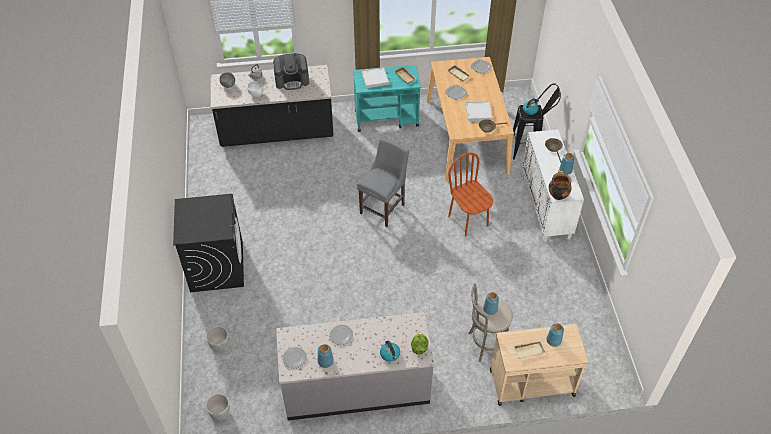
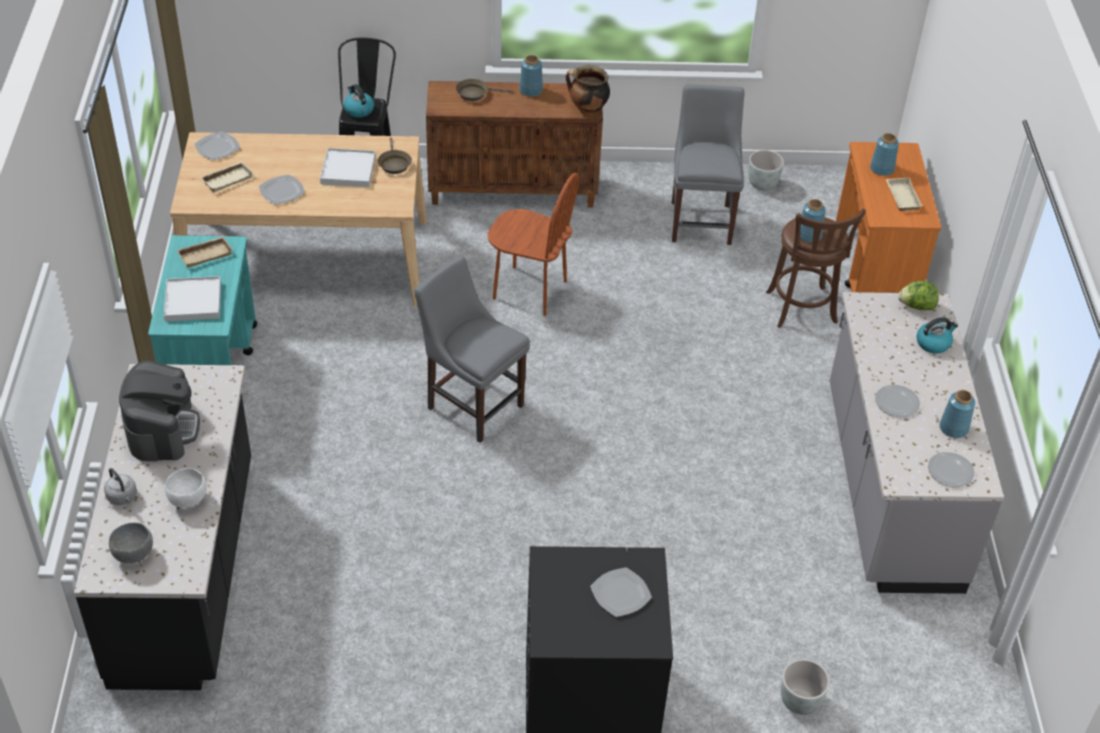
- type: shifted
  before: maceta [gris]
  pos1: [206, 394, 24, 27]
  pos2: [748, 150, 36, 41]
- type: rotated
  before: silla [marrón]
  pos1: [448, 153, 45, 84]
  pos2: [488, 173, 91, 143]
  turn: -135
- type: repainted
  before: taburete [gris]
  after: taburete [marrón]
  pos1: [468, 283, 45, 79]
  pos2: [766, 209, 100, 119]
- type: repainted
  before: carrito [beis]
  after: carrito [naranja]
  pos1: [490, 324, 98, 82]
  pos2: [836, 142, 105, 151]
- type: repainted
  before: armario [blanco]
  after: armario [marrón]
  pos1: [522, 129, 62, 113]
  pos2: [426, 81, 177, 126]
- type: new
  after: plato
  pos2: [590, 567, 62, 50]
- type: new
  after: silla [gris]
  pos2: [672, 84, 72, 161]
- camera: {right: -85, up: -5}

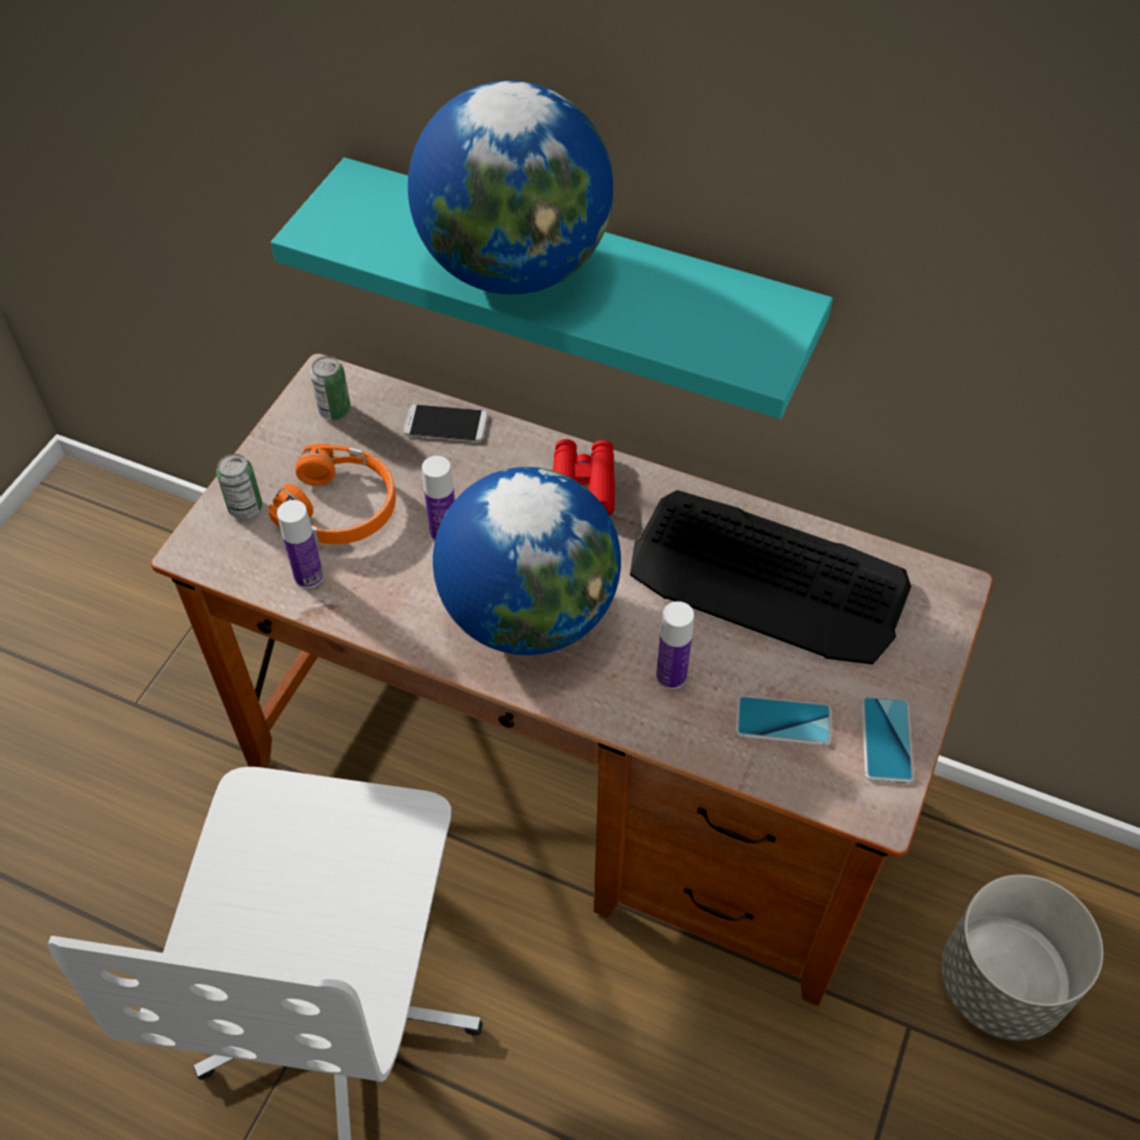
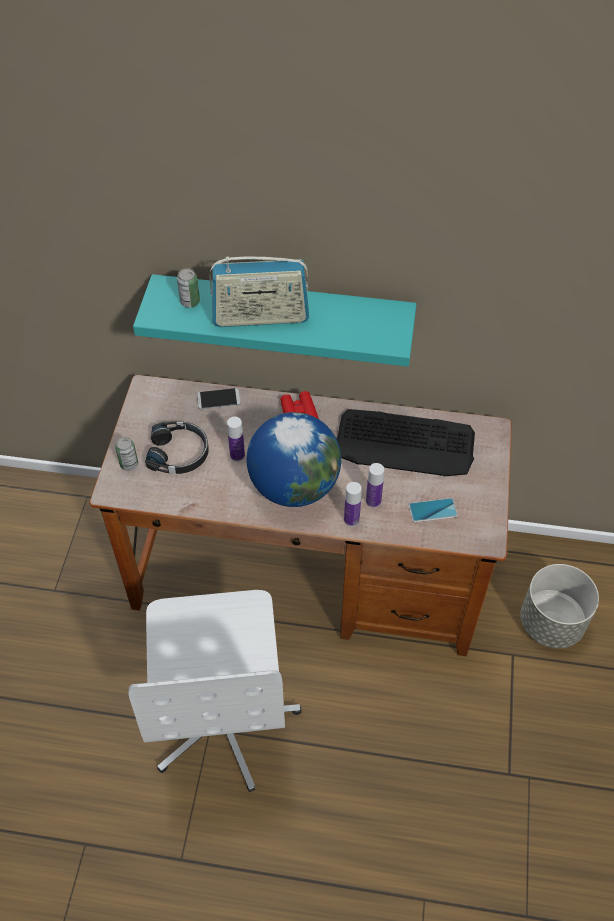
- type: repainted
  before: auriculares [naranja]
  after: auriculares [negro]
  pos1: [268, 444, 128, 100]
  pos2: [145, 421, 64, 53]
- type: shifted
  before: botella
  pos1: [277, 500, 47, 89]
  pos2: [344, 482, 18, 44]
- type: shifted
  before: lata
  pos1: [310, 356, 41, 64]
  pos2: [177, 268, 23, 40]
- type: swapped
  before: globo terráqueo
  after: radio
  pos1: [408, 81, 206, 213]
  pos2: [209, 256, 100, 71]
- type: gone
  before: móvil
  pos1: [861, 697, 53, 86]
- camera: {right: -15, up: 0}

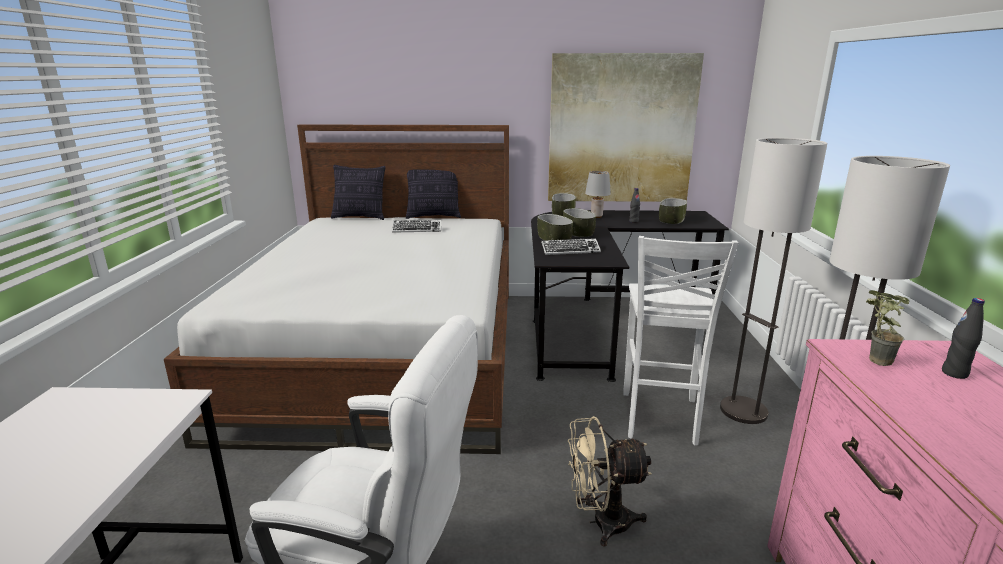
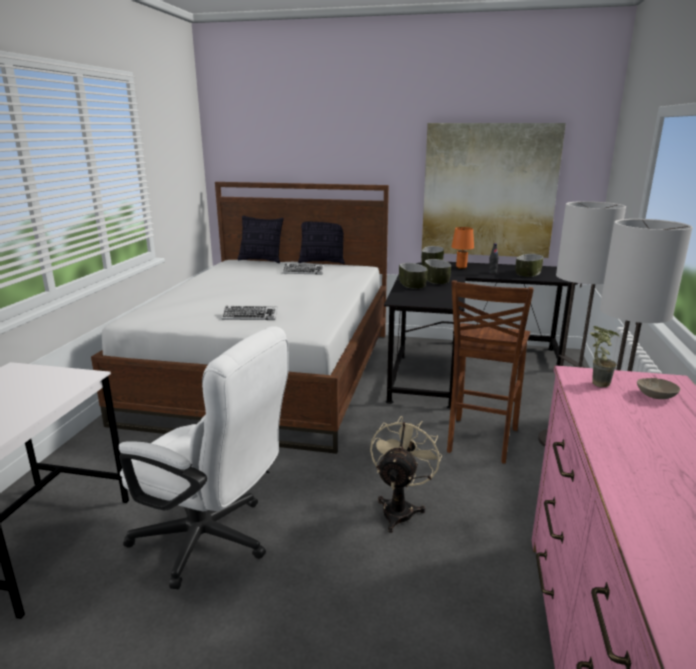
- type: shifted
  before: teclado
  pos1: [541, 238, 60, 17]
  pos2: [222, 306, 56, 14]
- type: rotated
  before: ventilador [beis]
  pos1: [568, 416, 84, 131]
  pos2: [370, 416, 72, 117]
  turn: 105
- type: repainted
  before: lámpara de mesa [gris]
  after: lámpara de mesa [naranja]
  pos1: [585, 171, 26, 47]
  pos2: [451, 227, 23, 42]
- type: repainted
  before: taburete [blanco]
  after: taburete [marrón]
  pos1: [623, 236, 115, 209]
  pos2: [447, 280, 87, 183]
- type: swapped
  before: botella [negro]
  after: cuenco [beis]
  pos1: [942, 298, 43, 81]
  pos2: [637, 378, 43, 21]
- camera: {right: 10, up: 0}

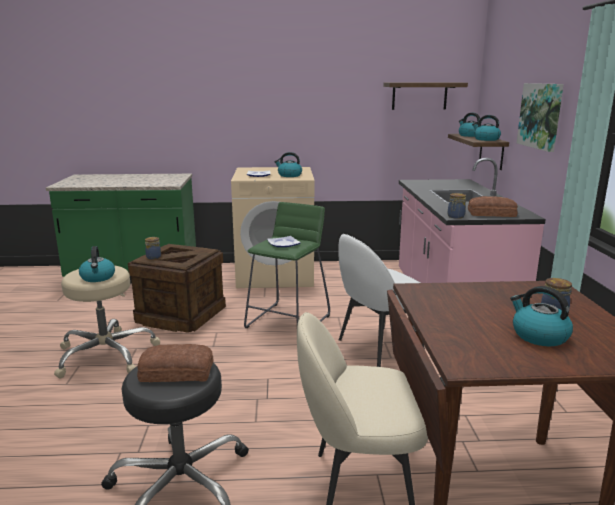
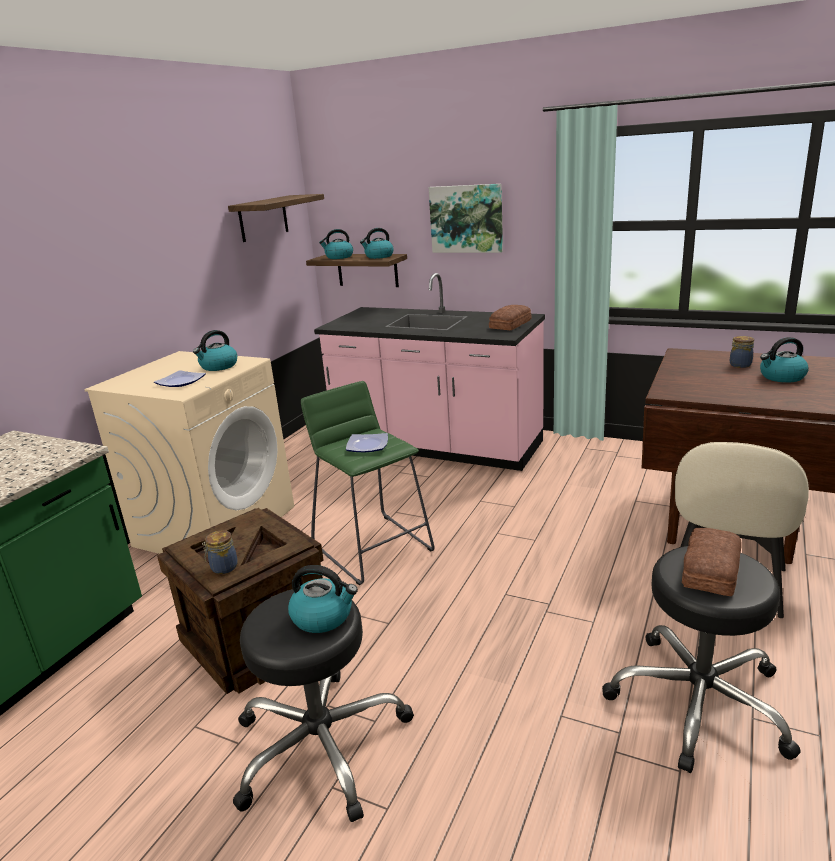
- type: repainted
  before: taburete [beis]
  after: taburete [negro]
  pos1: [54, 266, 107, 112]
  pos2: [233, 589, 181, 233]
- type: gone
  before: silla [blanco]
  pos1: [338, 234, 87, 133]
- type: gone
  before: tarro
  pos1: [448, 193, 18, 26]
- camera: {right: -60, up: 5}

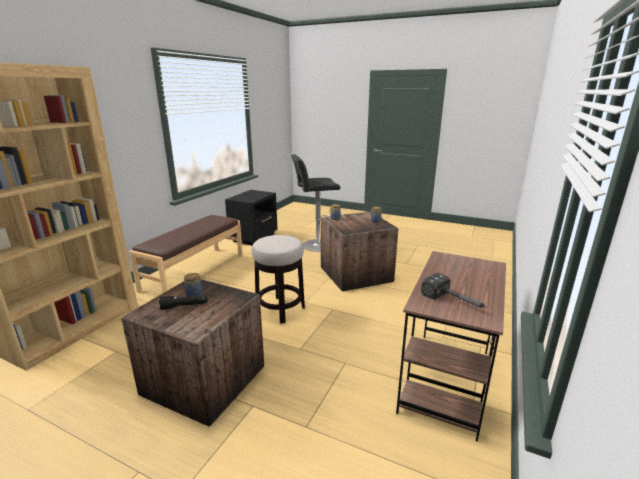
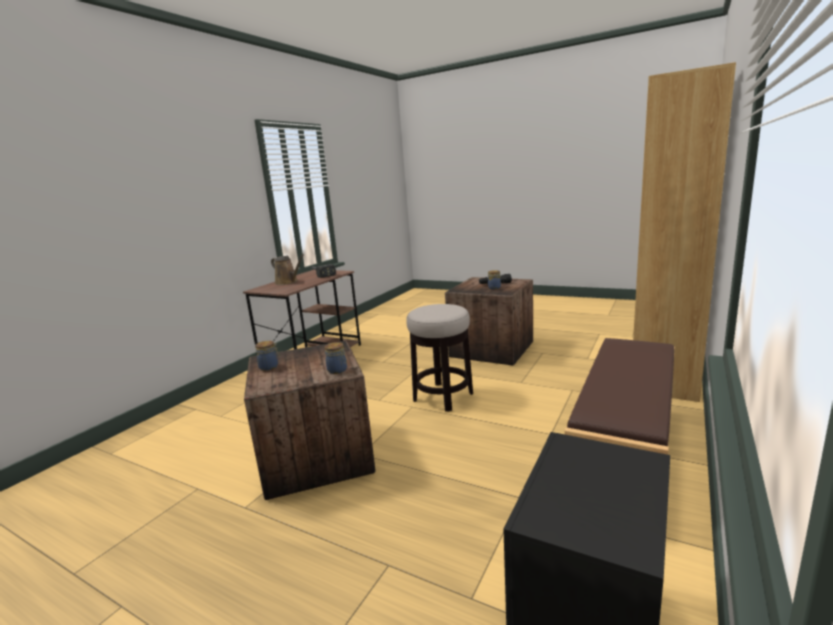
- type: gone
  before: taburete [negro]
  pos1: [291, 154, 49, 98]
- type: new
  after: regadera [marrón]
  pos2: [271, 254, 33, 31]
- camera: {right: -175, up: -5}

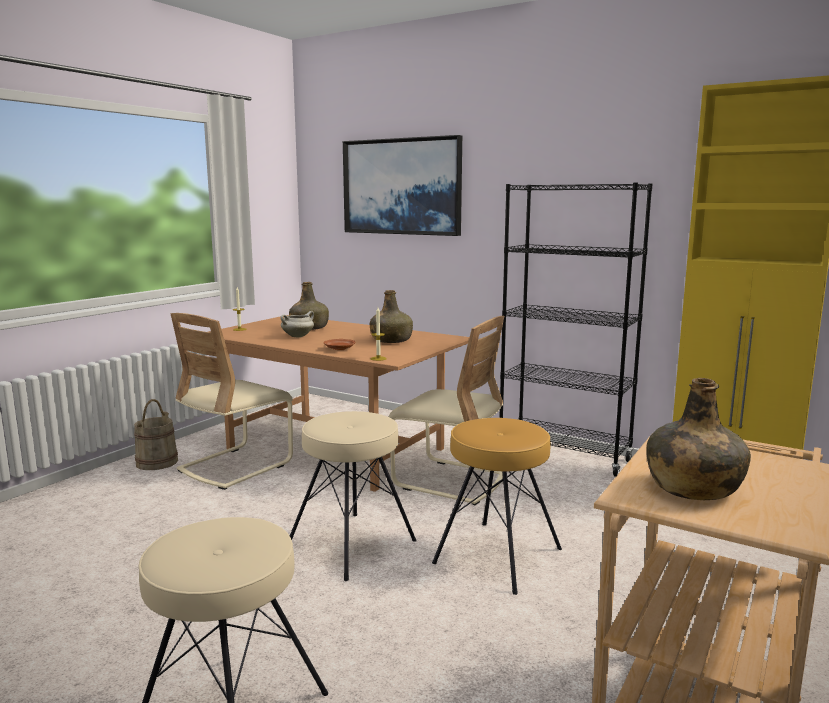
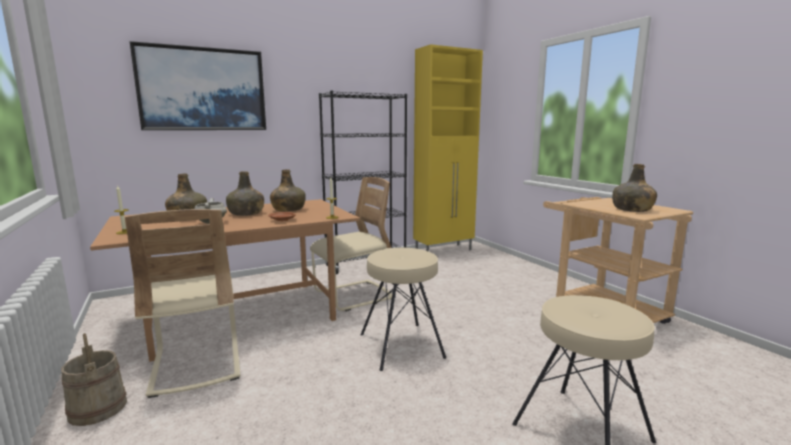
- type: gone
  before: taburete [marrón]
  pos1: [432, 418, 130, 177]
- type: new
  after: botella [verde]
  pos2: [226, 171, 38, 45]
- camera: {right: -60, up: 0}

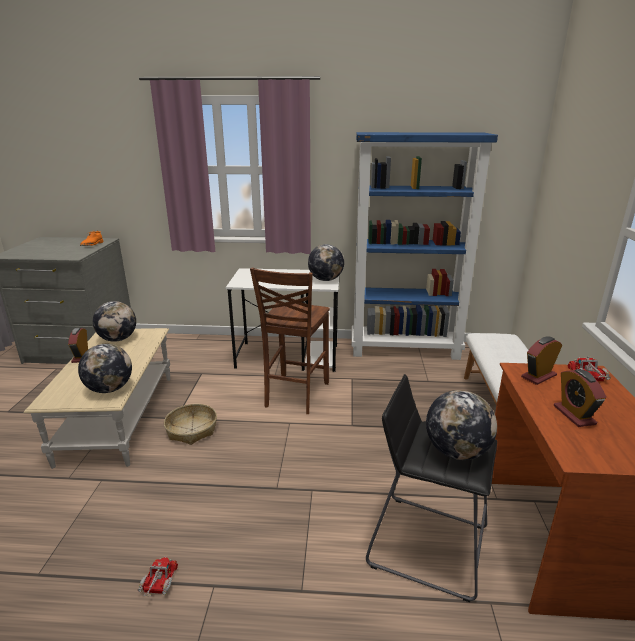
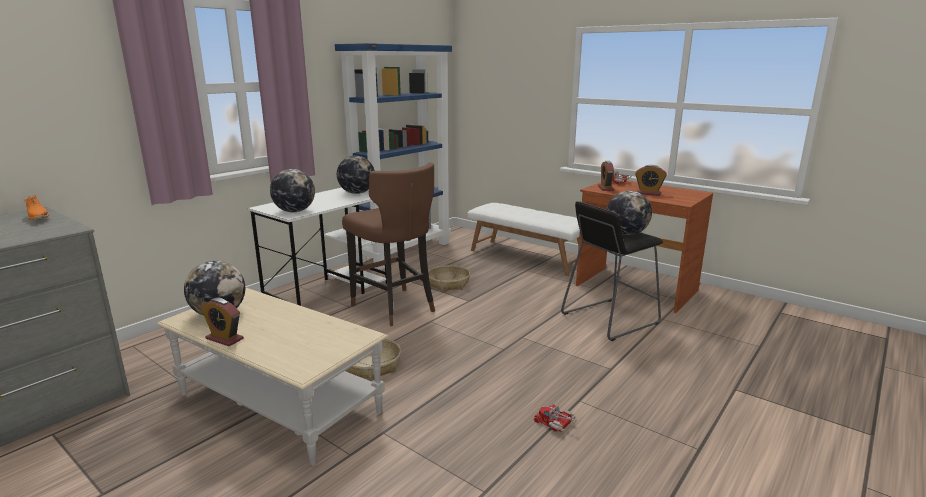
- type: shifted
  before: globo terráqueo
  pos1: [78, 344, 54, 49]
  pos2: [270, 169, 45, 43]
- type: swapped
  before: silla [marrón]
  after: taburete [marrón]
  pos1: [250, 267, 80, 147]
  pos2: [342, 163, 93, 163]
- type: new
  after: cesta
  pos2: [428, 265, 42, 27]
- camera: {right: -55, up: -5}

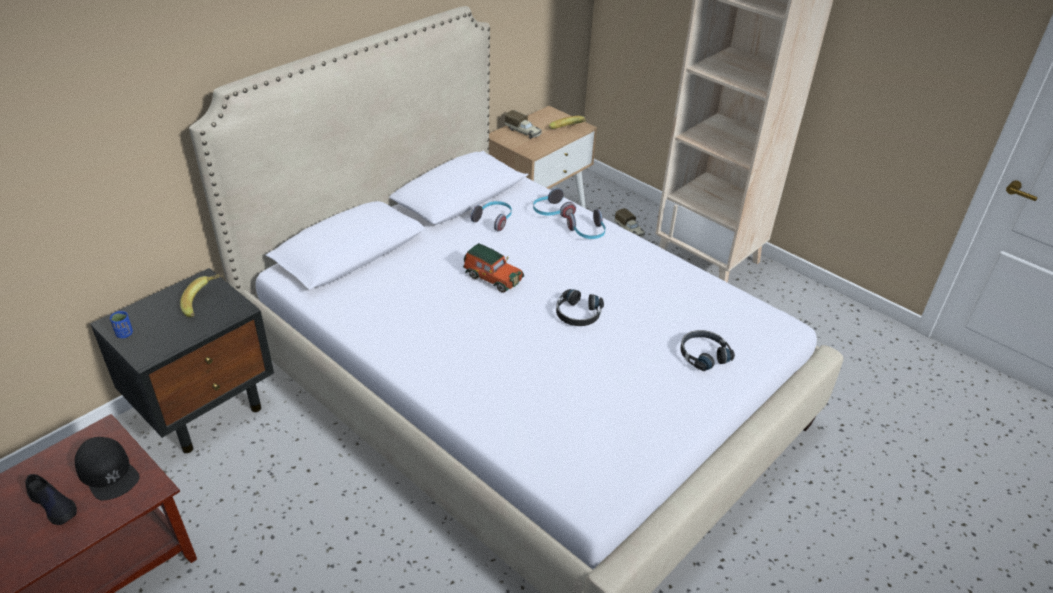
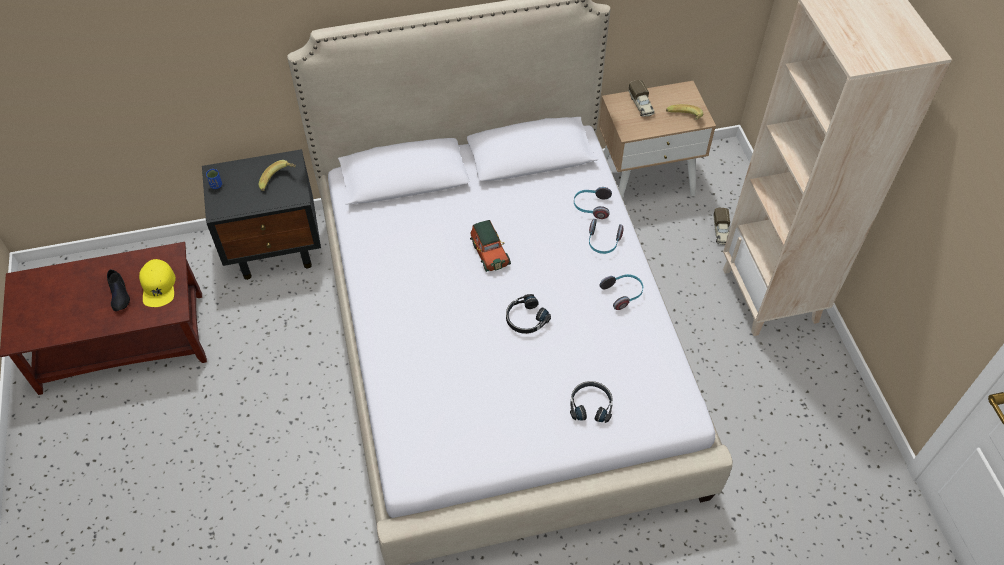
- type: repainted
  before: gorra [negro]
  after: gorra [amarillo]
  pos1: [75, 437, 65, 63]
  pos2: [139, 259, 37, 48]
- type: shifted
  before: auriculares
  pos1: [471, 201, 41, 31]
  pos2: [600, 274, 43, 36]
- camera: {right: 35, up: 15}

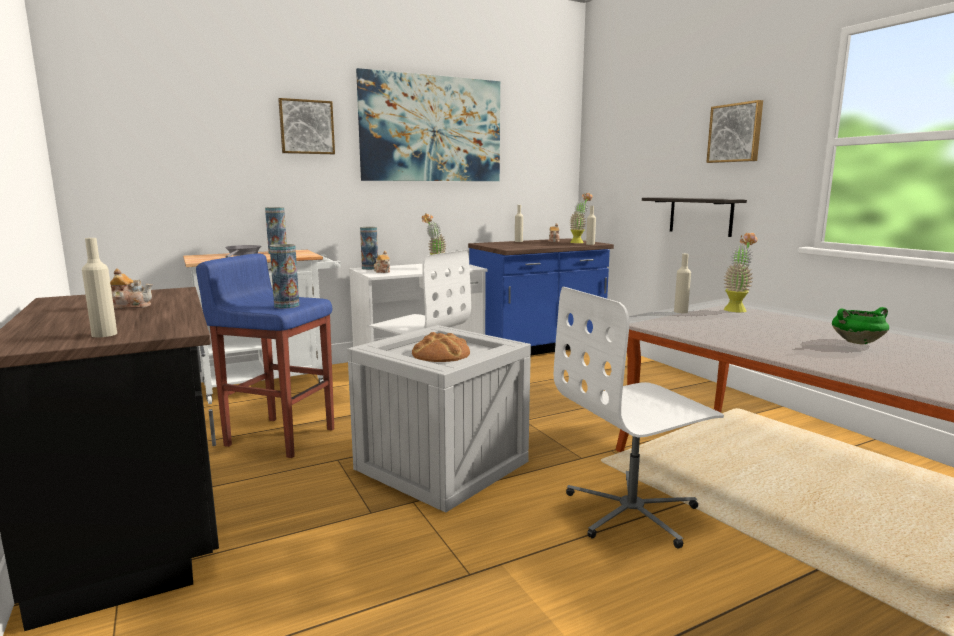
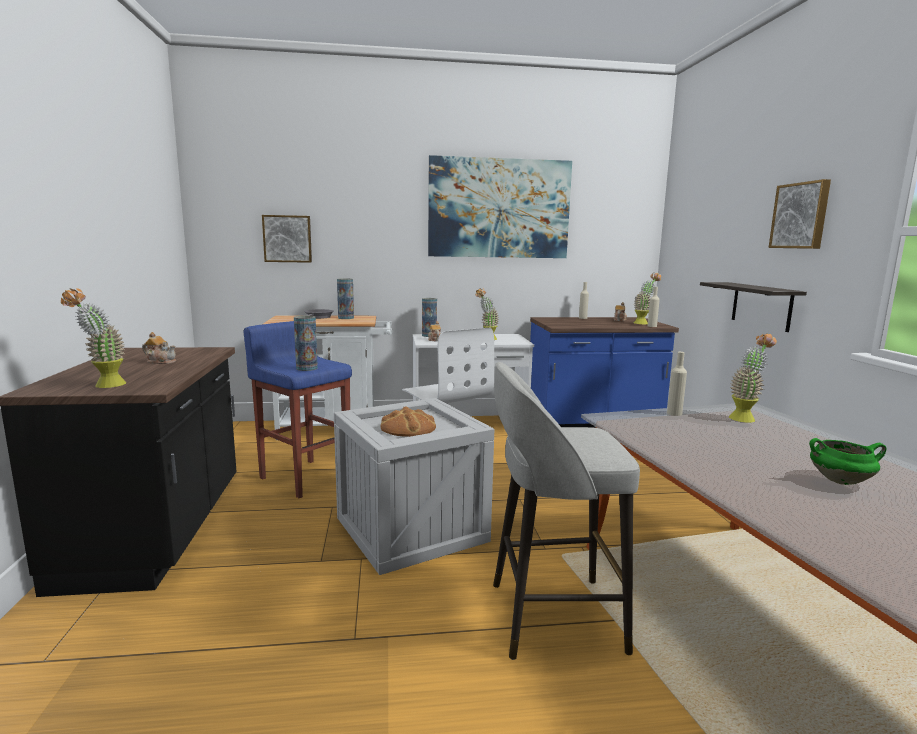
- type: swapped
  before: botella [beis]
  after: planta en maceta
  pos1: [82, 238, 35, 99]
  pos2: [61, 288, 66, 100]
- type: shifted
  before: cuadro
  pos1: [278, 98, 57, 56]
  pos2: [262, 215, 50, 48]
- type: swapped
  before: silla de oficina [blanco]
  after: taburete [gris]
  pos1: [554, 287, 170, 262]
  pos2: [493, 362, 147, 298]
- camera: {right: 20, up: 0}

